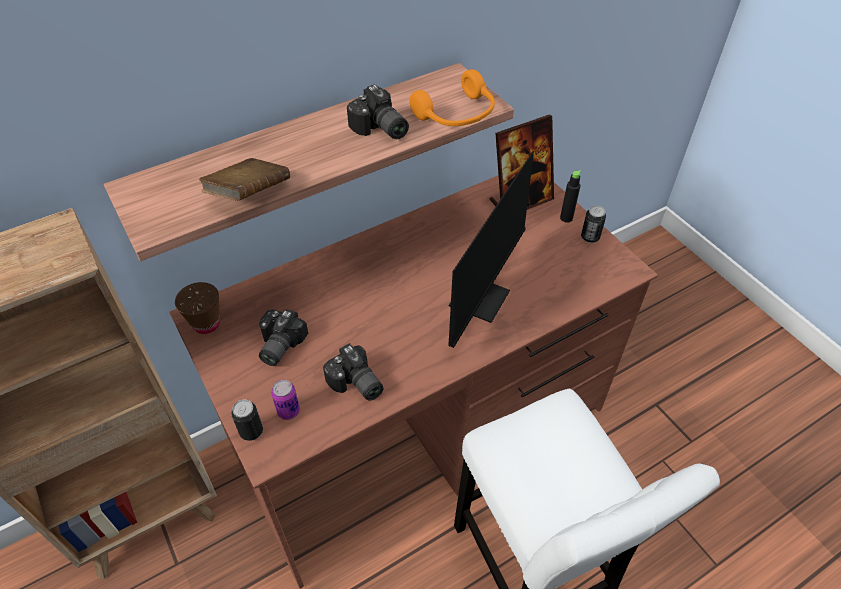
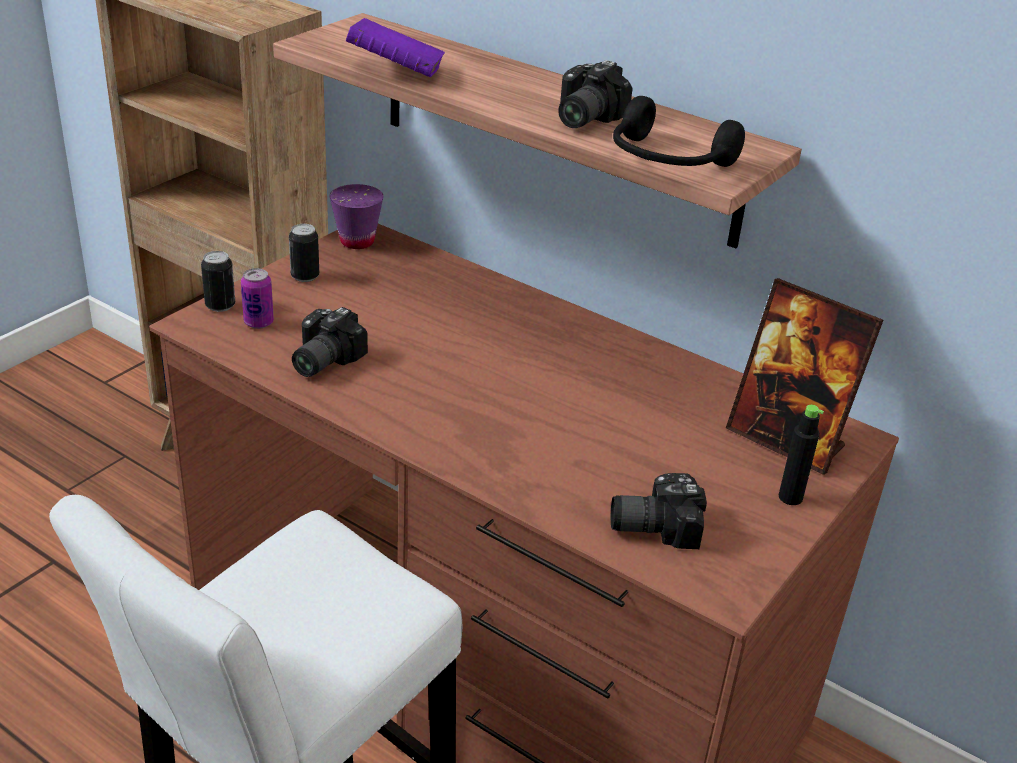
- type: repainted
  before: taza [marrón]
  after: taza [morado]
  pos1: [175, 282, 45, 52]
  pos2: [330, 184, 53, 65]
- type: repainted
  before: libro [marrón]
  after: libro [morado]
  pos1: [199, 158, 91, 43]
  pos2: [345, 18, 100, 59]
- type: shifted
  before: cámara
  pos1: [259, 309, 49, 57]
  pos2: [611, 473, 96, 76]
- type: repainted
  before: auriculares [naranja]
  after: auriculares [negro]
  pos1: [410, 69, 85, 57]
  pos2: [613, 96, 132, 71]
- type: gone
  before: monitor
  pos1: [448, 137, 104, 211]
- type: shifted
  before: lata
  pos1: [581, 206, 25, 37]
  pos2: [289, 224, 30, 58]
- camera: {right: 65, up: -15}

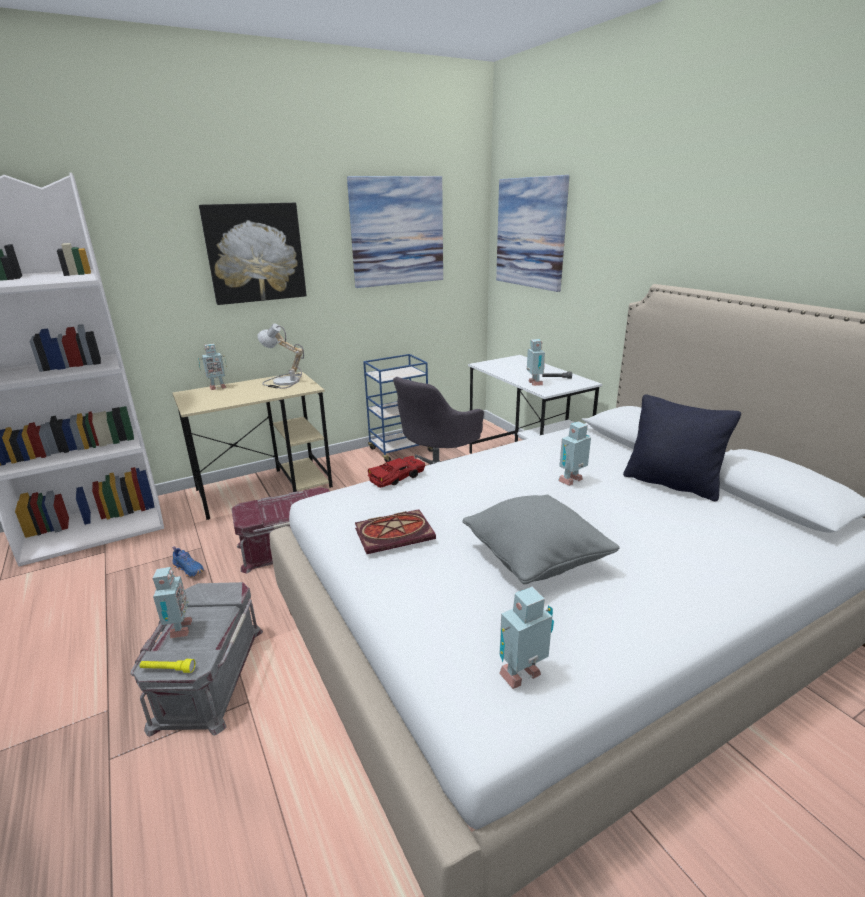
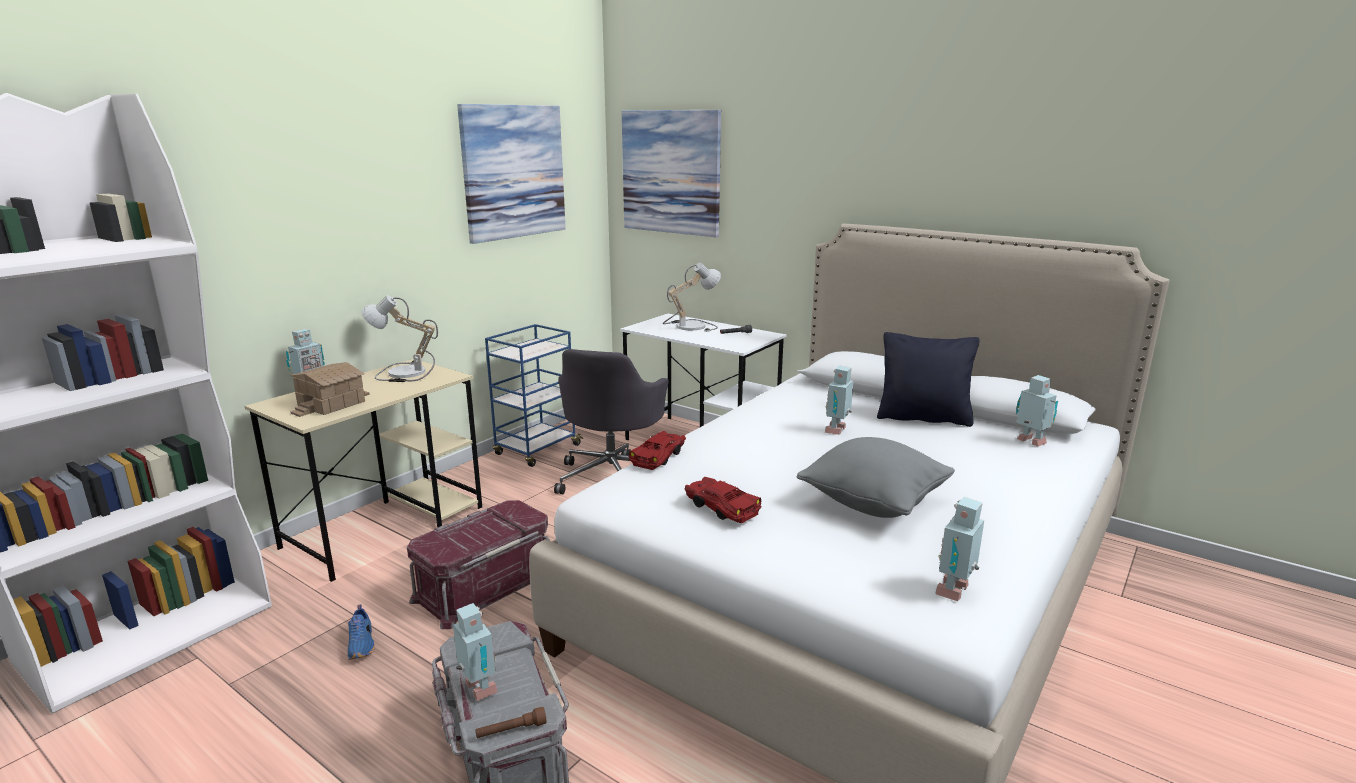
- type: repainted
  before: linterna [amarillo]
  after: linterna [marrón]
  pos1: [140, 659, 55, 14]
  pos2: [475, 707, 71, 31]
- type: rotated
  before: zapato [azul]
  pos1: [172, 546, 32, 31]
  pos2: [347, 604, 28, 56]
  turn: 60
- type: gone
  before: cuadro
  pos1: [199, 203, 108, 102]
- type: swapped
  before: libro
  after: coche de juguete [rojo]
  pos1: [355, 509, 81, 45]
  pos2: [685, 477, 76, 46]
- type: shifted
  before: robot de juguete
  pos1: [526, 339, 19, 47]
  pos2: [1016, 375, 42, 71]
- type: new
  after: casita
  pos2: [290, 362, 80, 55]
- type: new
  after: lámpara de mesa
  pos2: [663, 262, 58, 70]
- camera: {right: -25, up: -5}

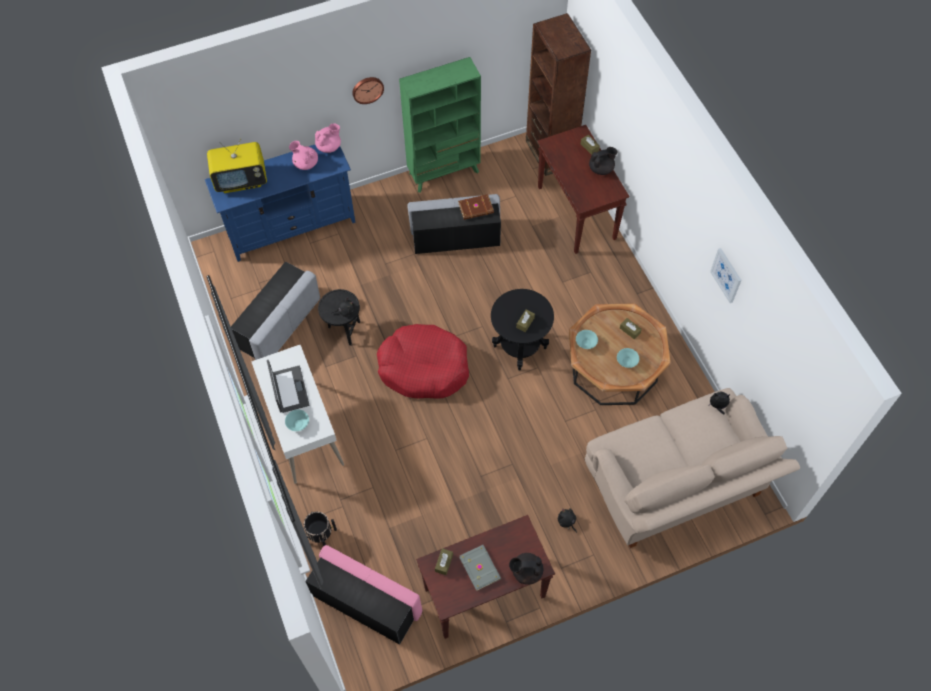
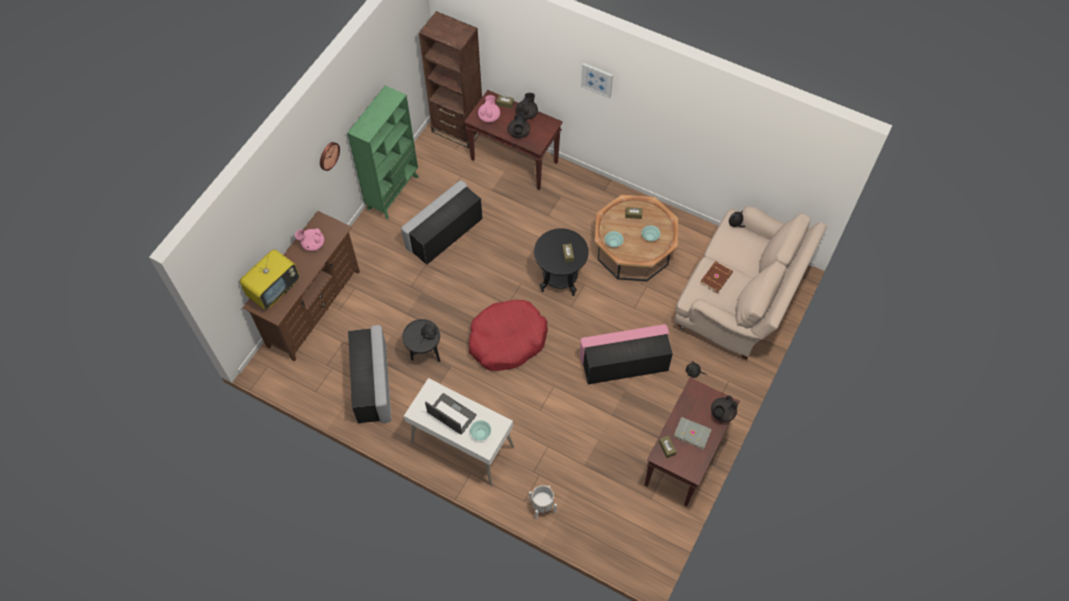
- type: repainted
  before: mueble de televisión [azul]
  after: mueble de televisión [marrón]
  pos1: [205, 145, 151, 117]
  pos2: [243, 211, 117, 150]
- type: repainted
  before: maceta [negro]
  after: maceta [blanco]
  pos1: [304, 512, 33, 34]
  pos2: [529, 485, 28, 34]
- type: shifted
  before: puf [rosa]
  pos1: [305, 545, 117, 100]
  pos2: [580, 324, 93, 60]
- type: shifted
  before: tetera [rosa]
  pos1: [315, 123, 26, 30]
  pos2: [478, 95, 22, 28]
- type: shifted
  before: libro [marrón]
  pos1: [458, 194, 36, 26]
  pos2: [700, 261, 33, 32]
- type: shifted
  before: cuadro
  pos1: [710, 248, 31, 55]
  pos2: [581, 63, 32, 35]
- type: new
  after: tetera [negro]
  pos2: [508, 115, 22, 23]
- camera: {right: -40, up: 0}

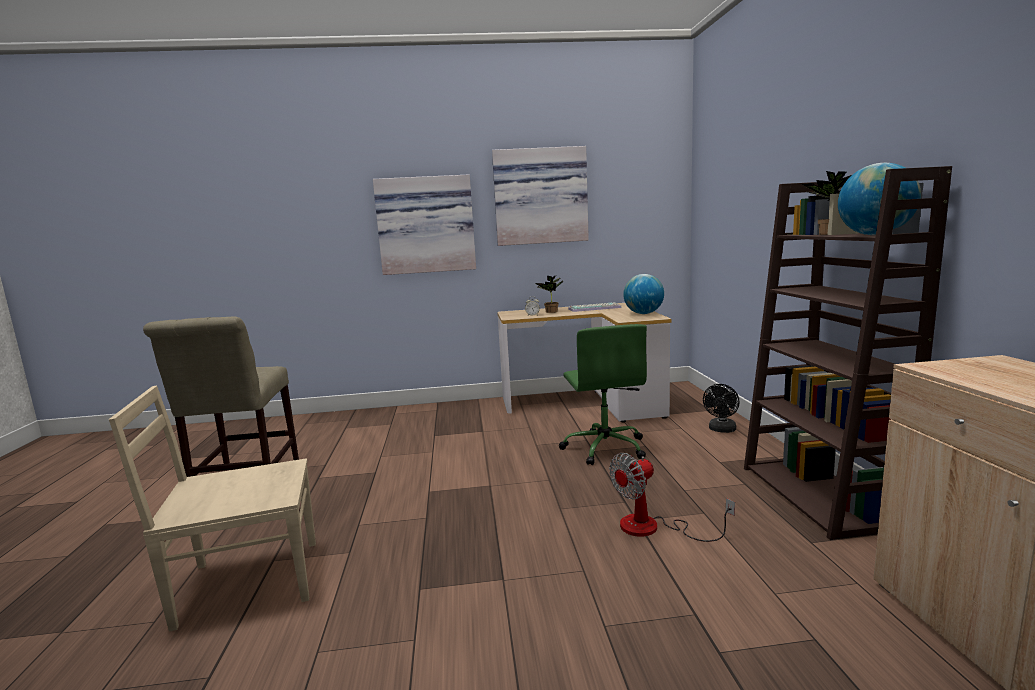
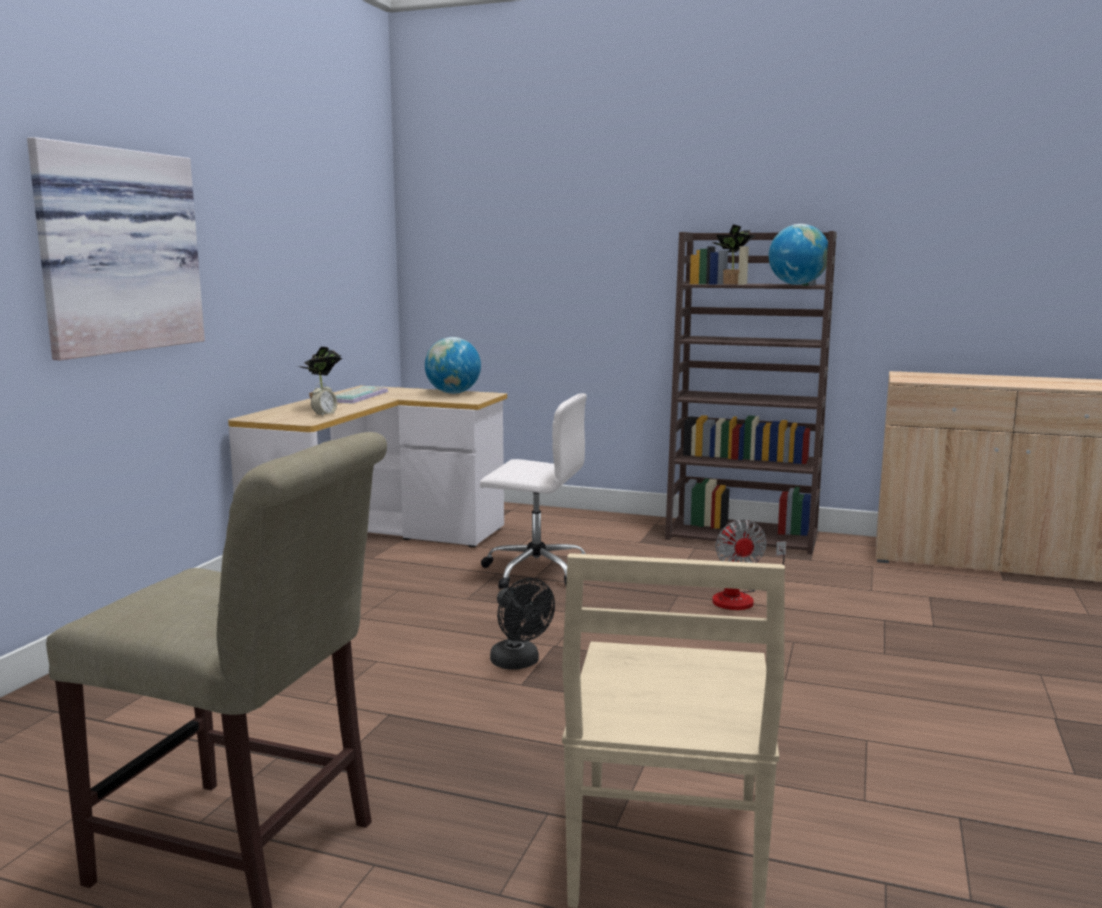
- type: gone
  before: cuadro
  pos1: [492, 146, 97, 100]
- type: repainted
  before: silla de oficina [verde]
  after: silla de oficina [blanco]
  pos1: [559, 324, 88, 141]
  pos2: [480, 393, 107, 196]
- type: shifted
  before: ventilador [negro]
  pos1: [703, 384, 37, 49]
  pos2: [490, 578, 65, 92]
- camera: {right: -65, up: 0}

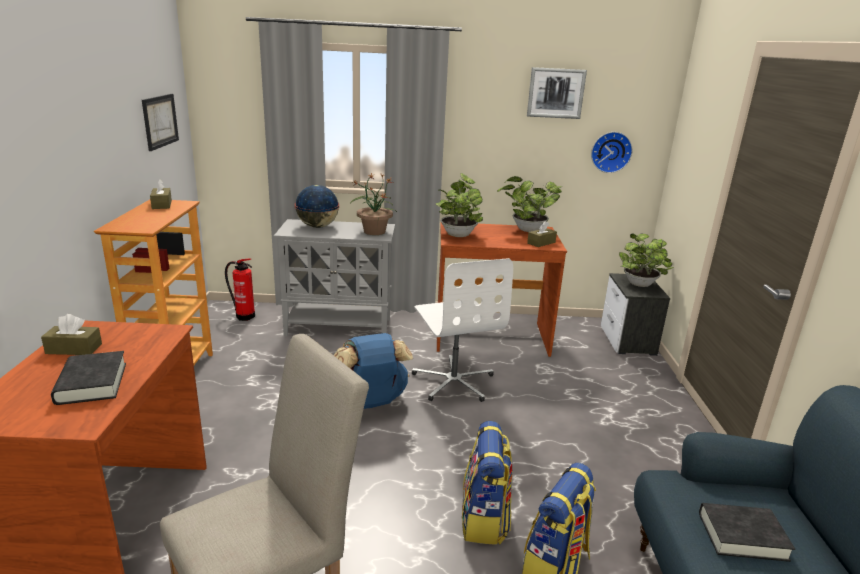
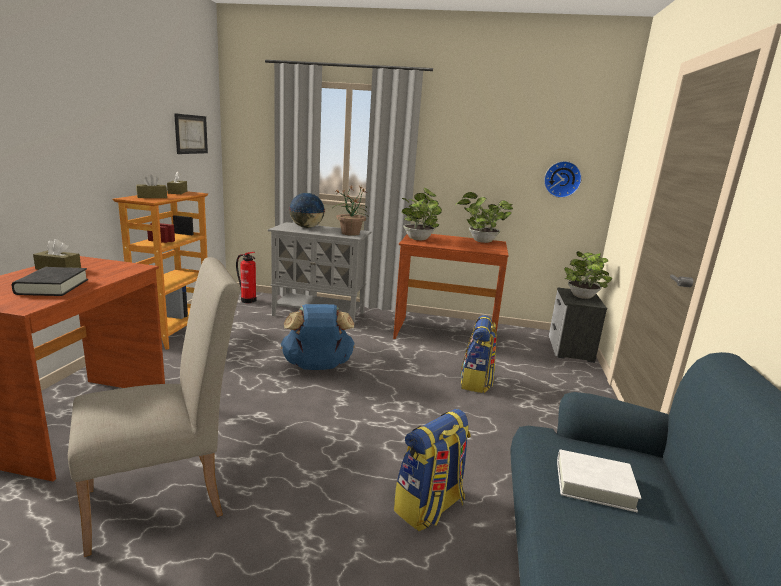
- type: gone
  before: silla de oficina [blanco]
  pos1: [412, 258, 101, 144]
- type: shifted
  before: mochila
  pos1: [462, 421, 51, 124]
  pos2: [460, 315, 37, 78]
- type: gone
  before: cuadro
  pos1: [527, 67, 60, 52]
- type: shifted
  before: caja de pañuelos [marrón]
  pos1: [527, 221, 30, 26]
  pos2: [136, 174, 31, 24]
- type: repainted
  before: libro [negro]
  after: libro [blanco]
  pos1: [699, 503, 96, 59]
  pos2: [557, 449, 84, 63]
- camera: {right: 10, up: -5}

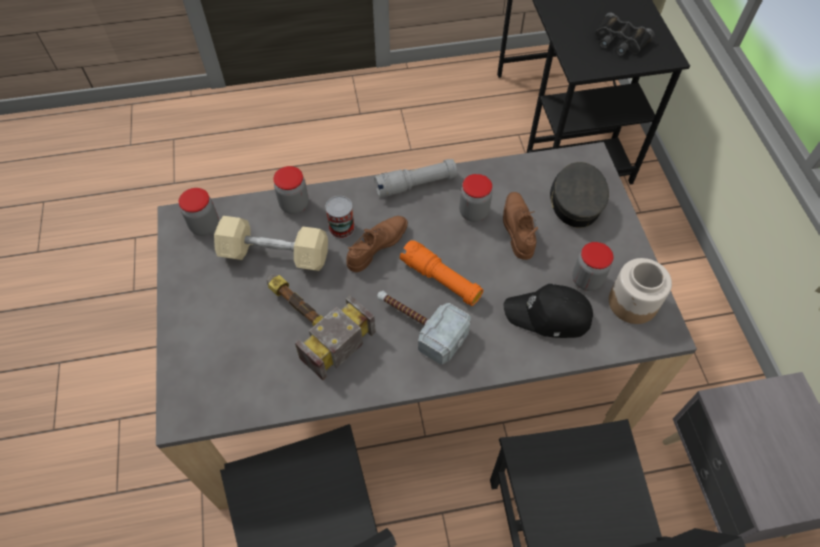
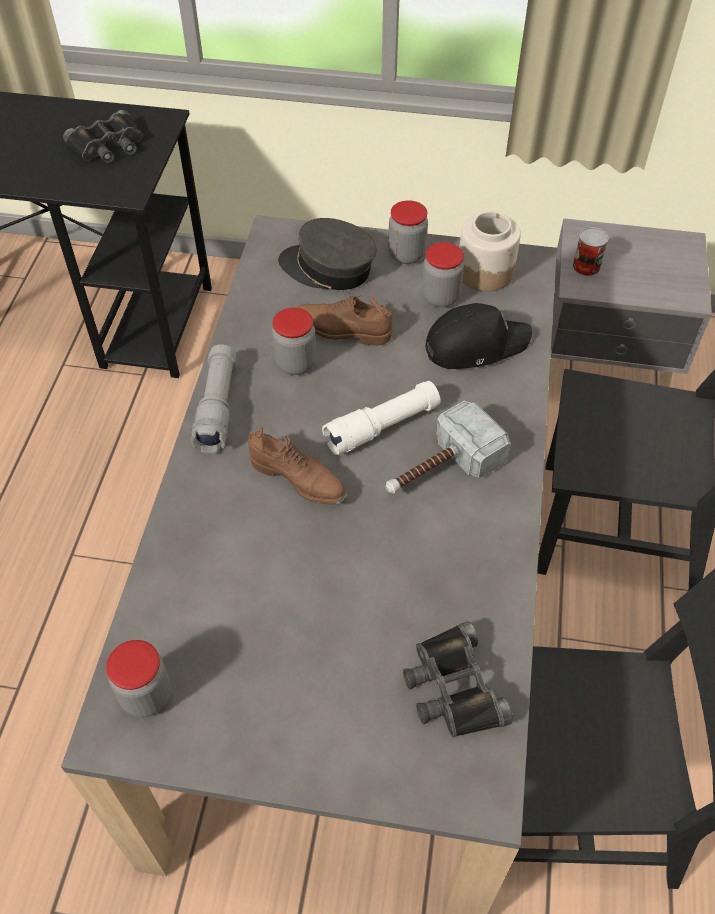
- type: gone
  before: mancuerna [beis]
  pos1: [214, 216, 114, 55]
- type: gone
  before: martillo
  pos1: [267, 274, 109, 107]
- type: shifted
  before: tarro
  pos1: [273, 166, 36, 48]
  pos2: [388, 200, 40, 64]
- type: shifted
  before: lata
  pos1: [325, 196, 30, 43]
  pos2: [572, 227, 37, 49]
- type: rotated
  before: zapato [marrón]
  pos1: [346, 216, 62, 56]
  pos2: [248, 427, 100, 77]
  turn: 150
- type: repainted
  before: linterna [naranja]
  after: linterna [blanco]
  pos1: [400, 240, 83, 66]
  pos2: [322, 381, 119, 74]
- type: rotated
  before: gorra [negro]
  pos1: [504, 284, 89, 54]
  pos2: [425, 303, 107, 66]
  turn: -135
- type: new
  after: prismáticos [negro]
  pos2: [403, 621, 110, 117]
- camera: {right: -70, up: -5}

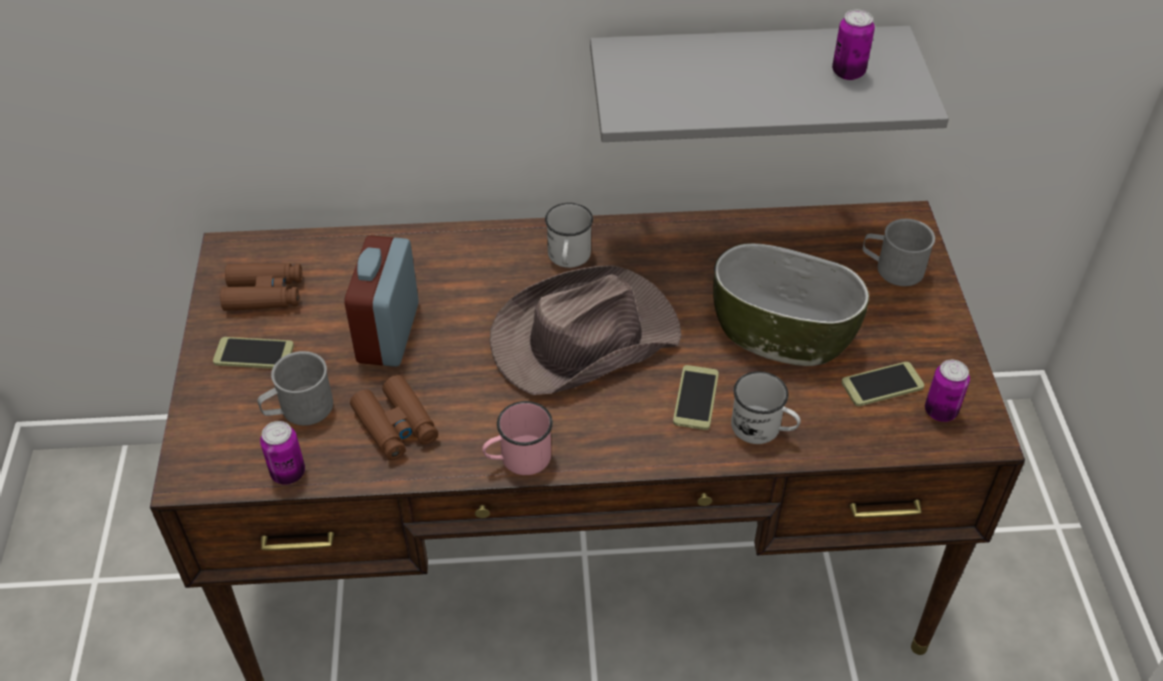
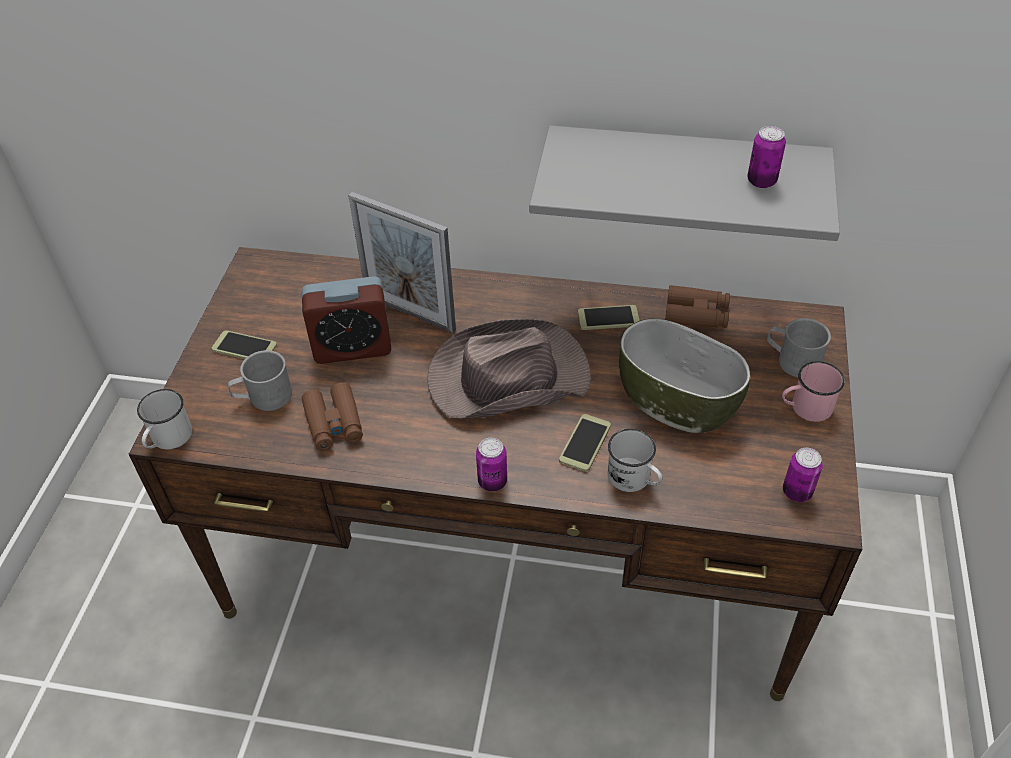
- type: shifted
  before: prismáticos [marrón]
  pos1: [220, 263, 82, 48]
  pos2: [665, 285, 65, 43]
- type: shifted
  before: lata
  pos1: [260, 421, 45, 64]
  pos2: [476, 438, 31, 53]
- type: rotated
  before: despertador
  pos1: [344, 235, 74, 132]
  pos2: [302, 276, 90, 88]
  turn: -120
- type: shifted
  before: taza grande [rosa]
  pos1: [482, 401, 71, 74]
  pos2: [782, 361, 63, 61]
- type: shifted
  before: taza grande [blanco]
  pos1: [545, 203, 48, 65]
  pos2: [137, 389, 55, 61]
- type: shifted
  before: móvil
  pos1: [841, 362, 84, 44]
  pos2: [578, 305, 62, 25]
- type: new
  after: portarretratos
  pos2: [348, 192, 108, 141]
- camera: {right: 15, up: 0}

